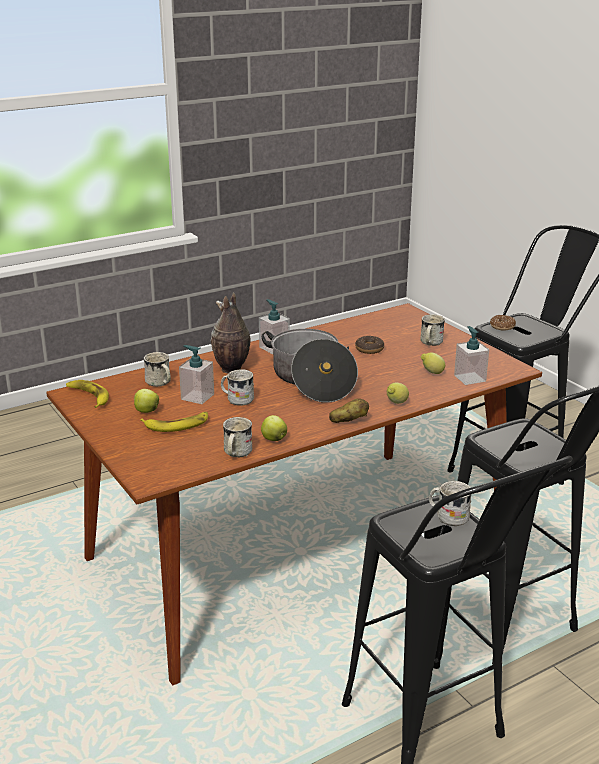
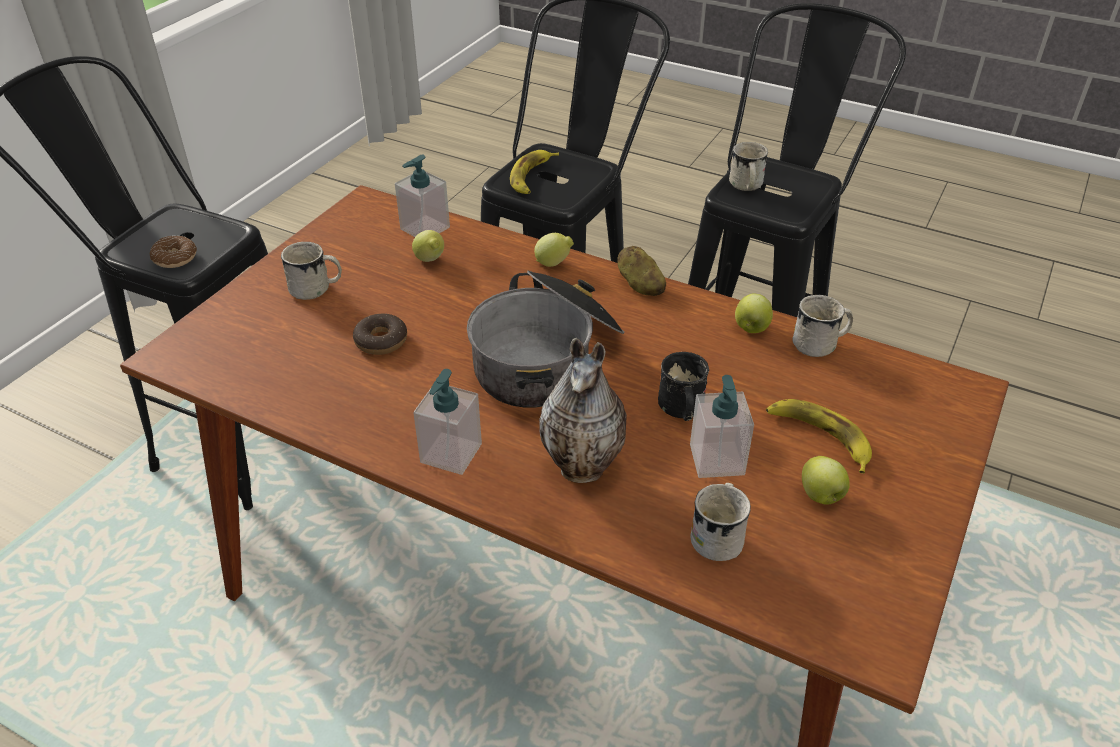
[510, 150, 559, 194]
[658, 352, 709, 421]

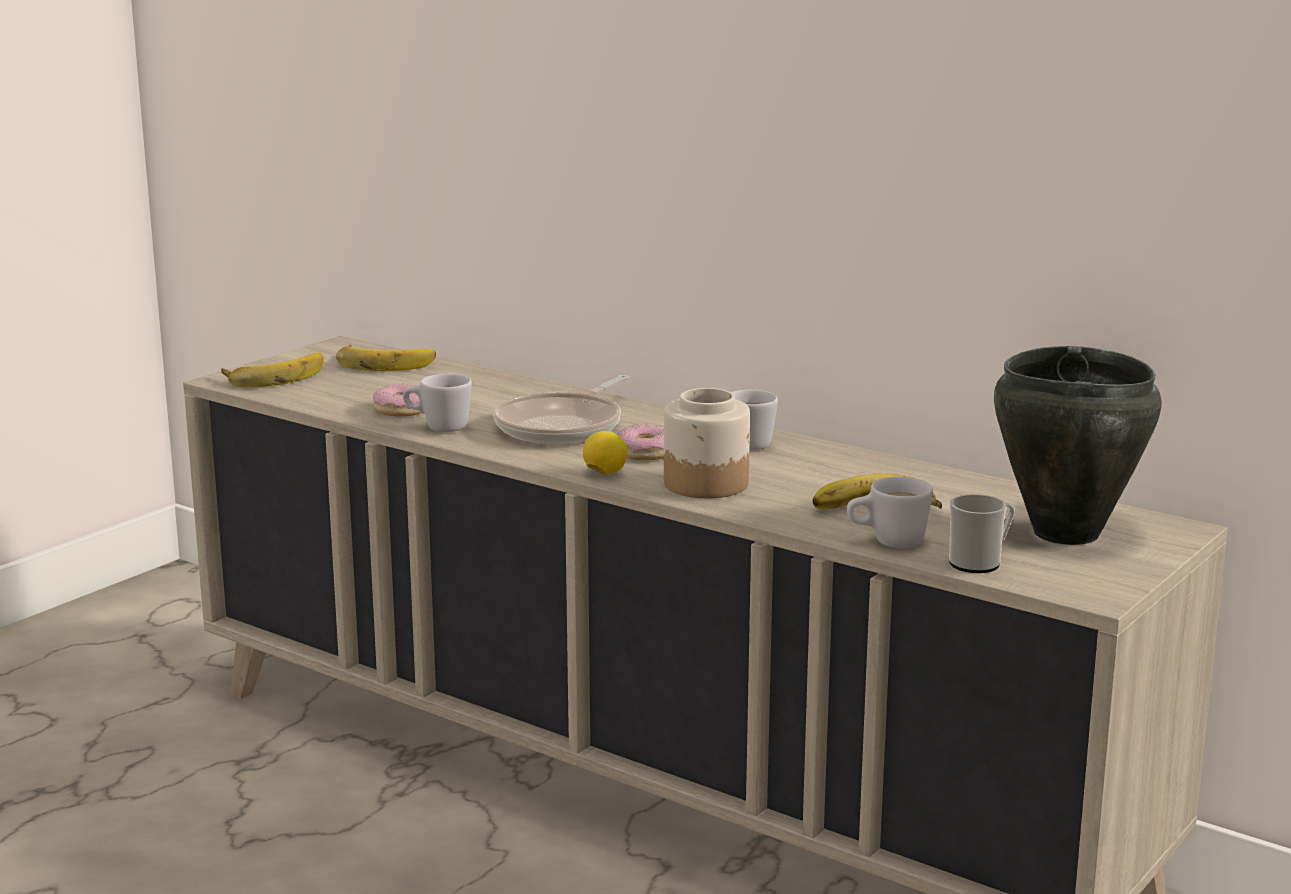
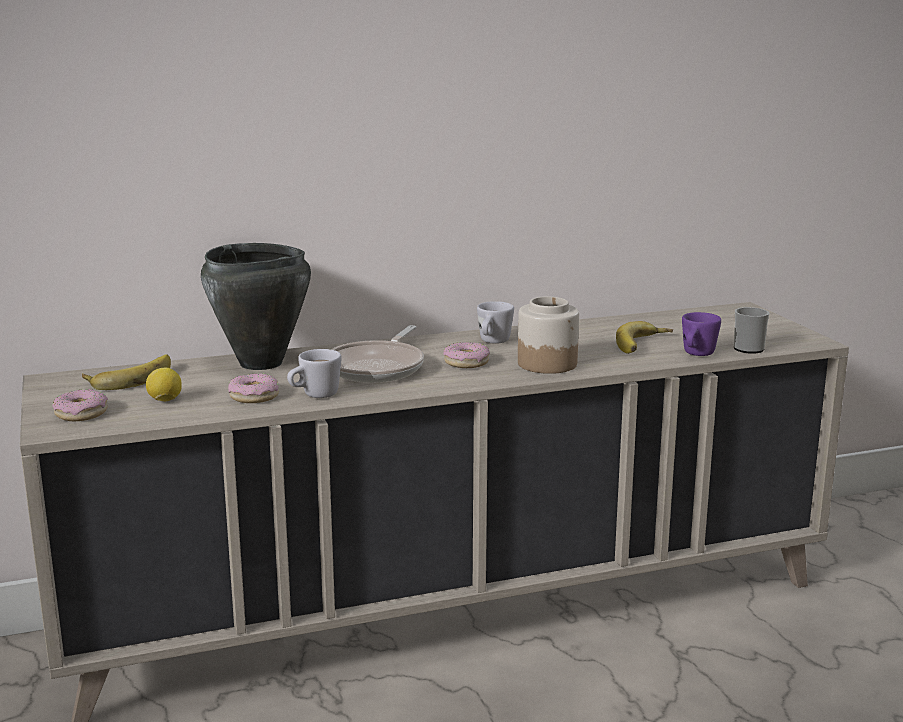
[52, 389, 108, 421]
[331, 325, 424, 383]
[146, 368, 182, 401]
[682, 312, 721, 356]
[201, 243, 311, 370]

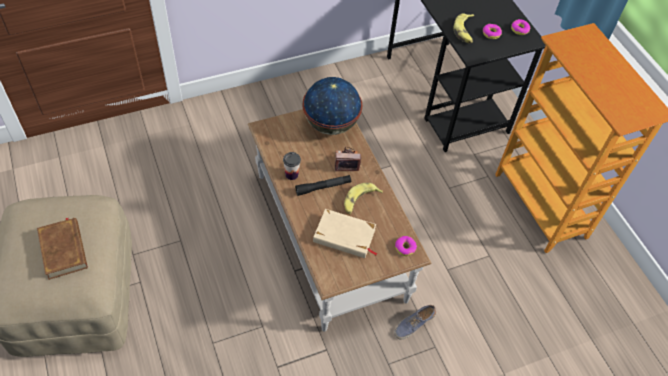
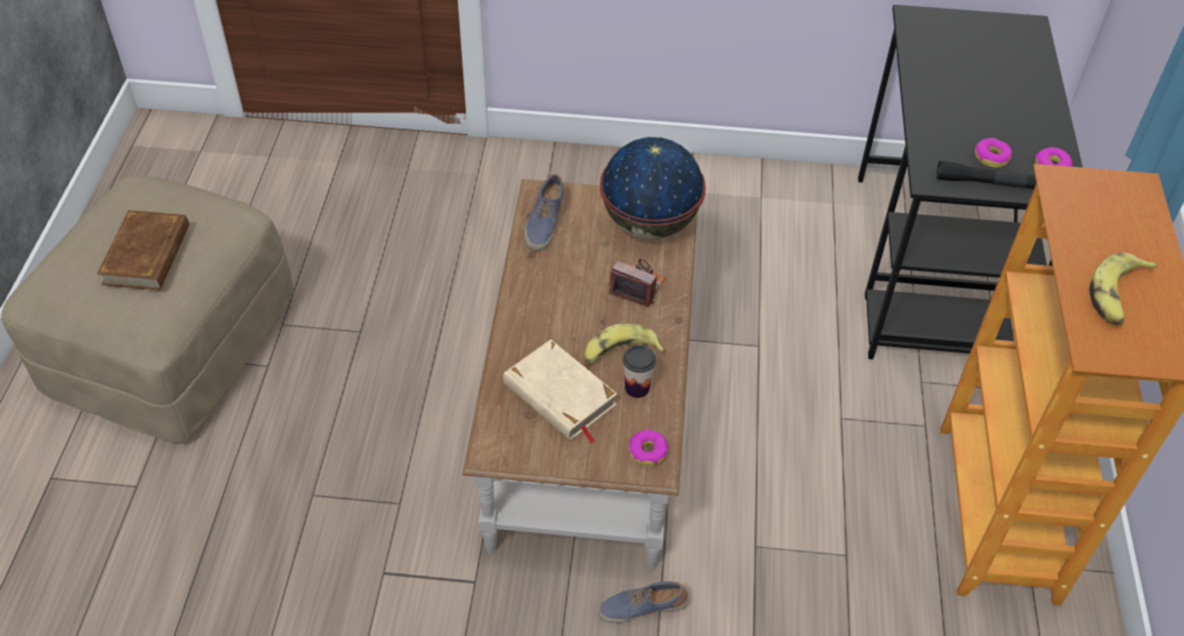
[623, 345, 656, 398]
[936, 161, 1036, 189]
[1089, 253, 1157, 326]
[525, 174, 565, 251]

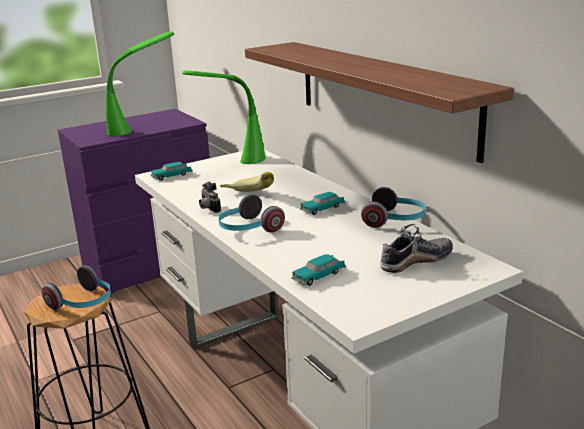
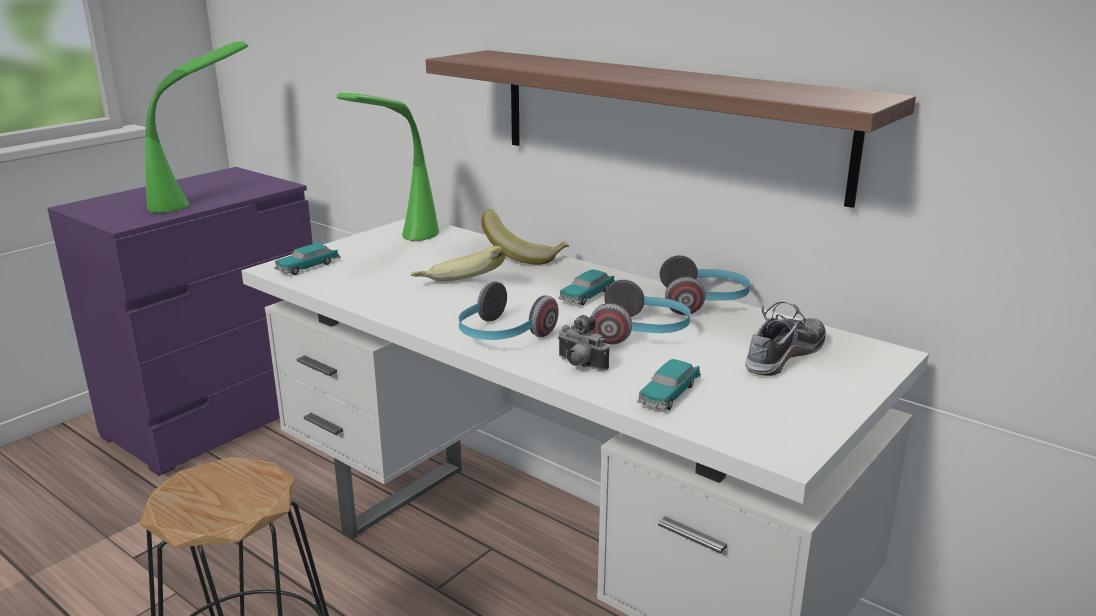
[591, 279, 691, 344]
[558, 315, 609, 371]
[481, 209, 569, 265]

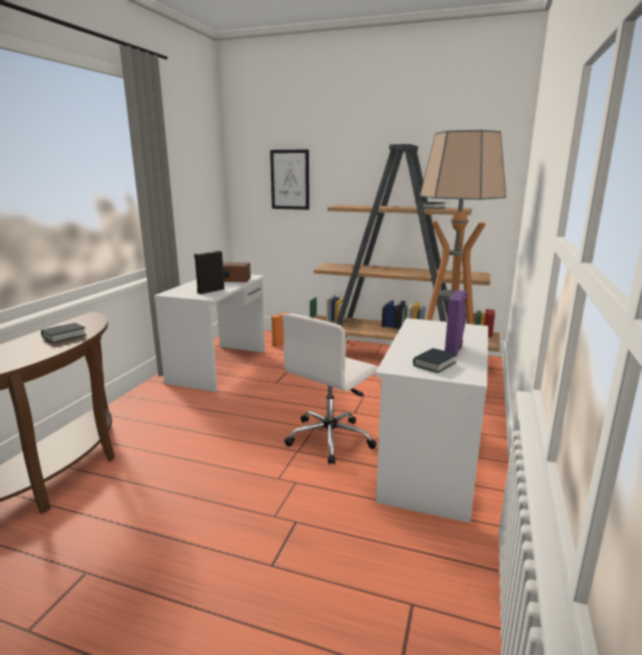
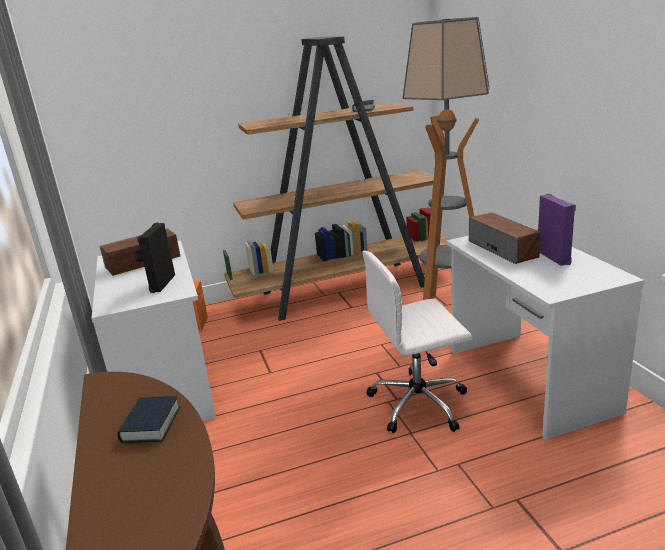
[270, 149, 309, 210] (first image)
[362, 250, 472, 433]
[413, 348, 457, 373] (first image)
[469, 212, 541, 264]

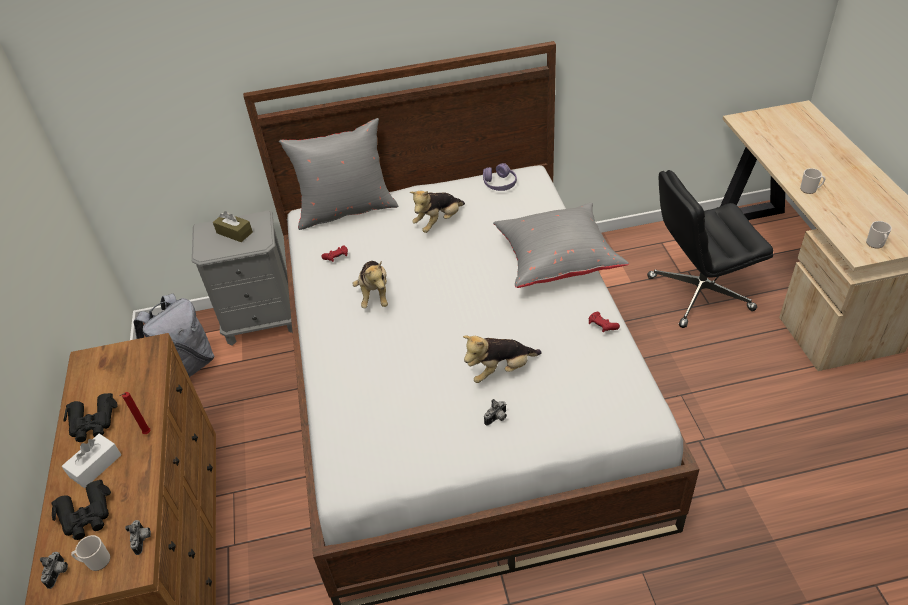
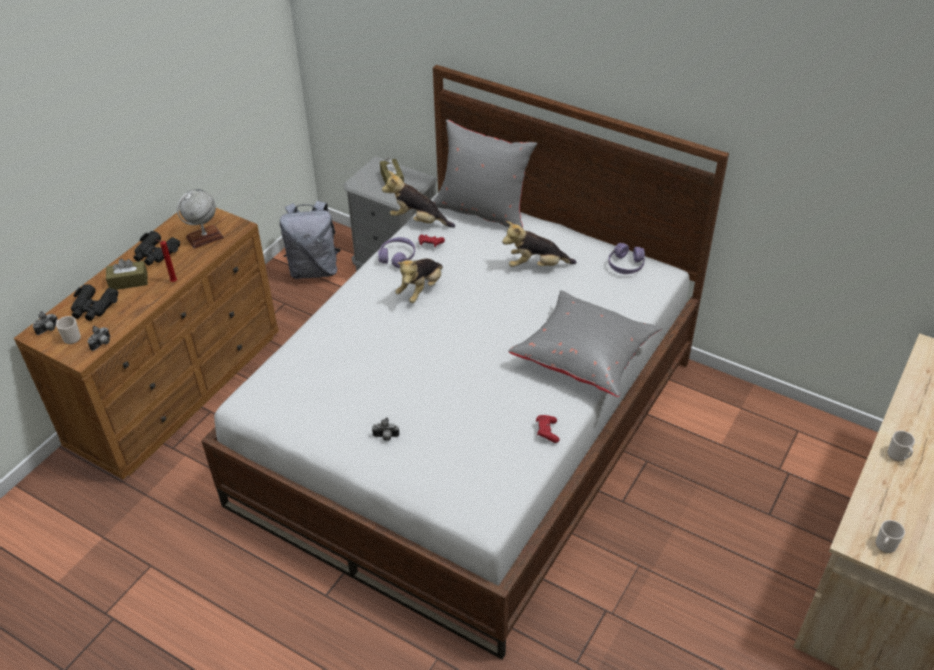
[106, 259, 148, 290]
[382, 171, 455, 228]
[647, 170, 773, 328] (first image)
[177, 189, 224, 249]
[378, 237, 415, 268]

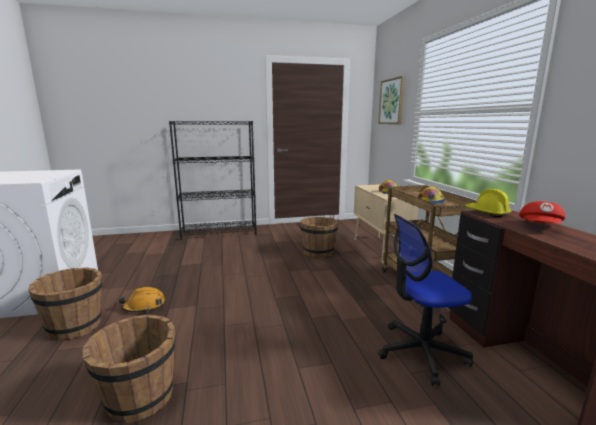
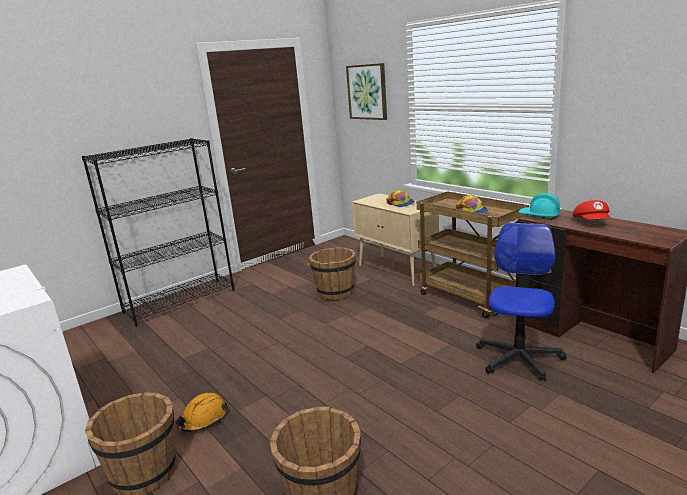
[476, 223, 567, 381]
[519, 193, 561, 220]

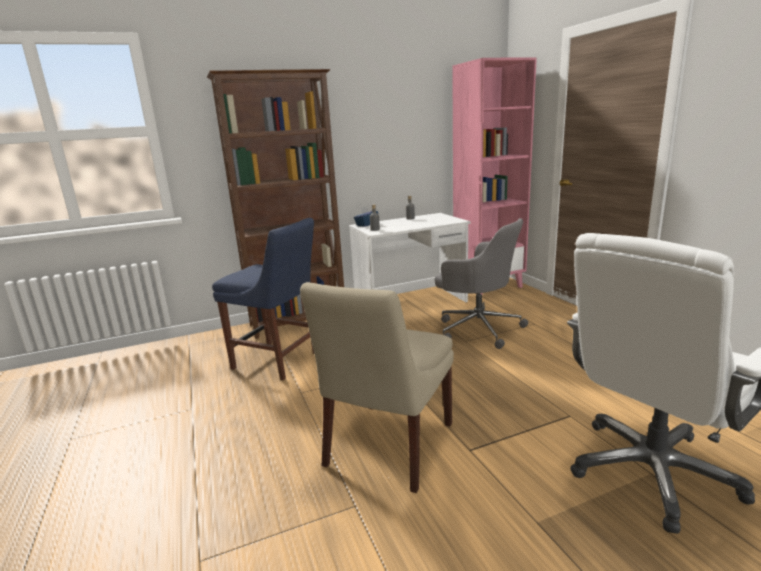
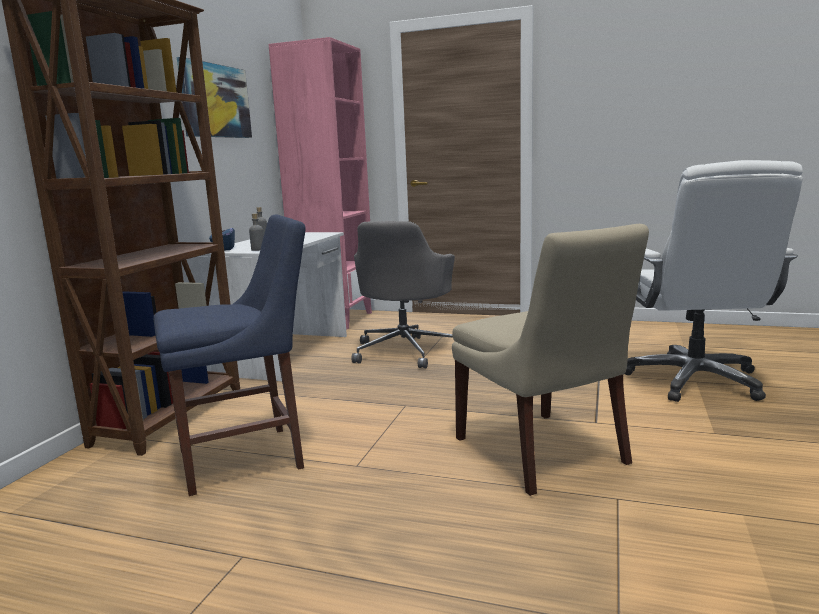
[351, 221, 455, 368]
[177, 57, 252, 138]

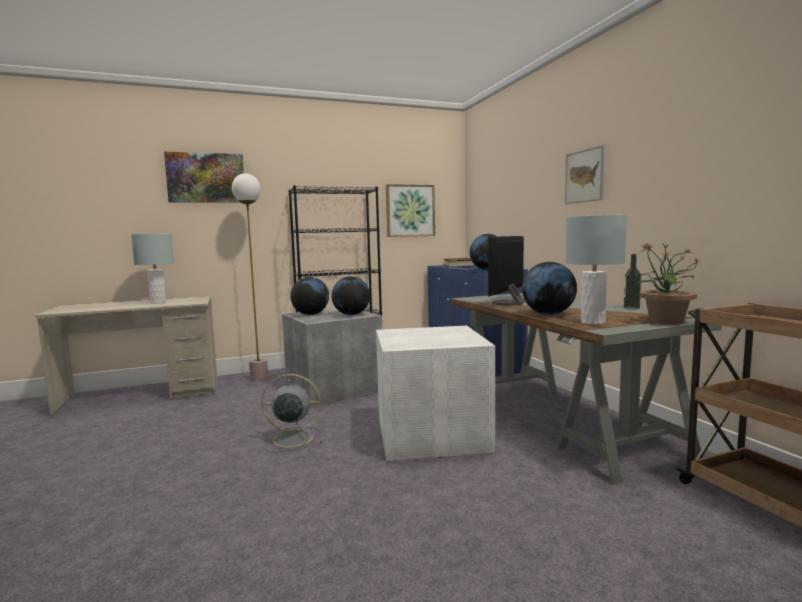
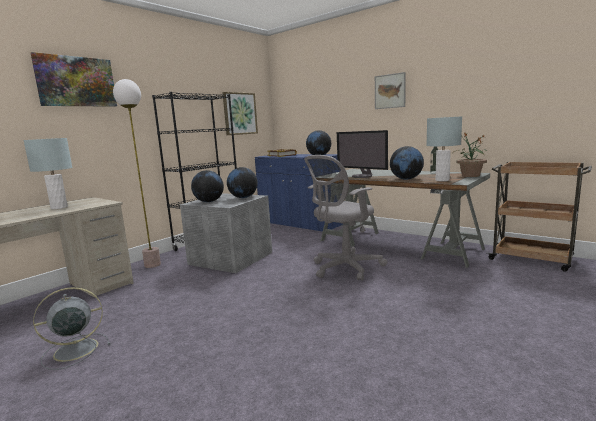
[33, 287, 110, 370]
[304, 155, 388, 281]
[337, 130, 388, 178]

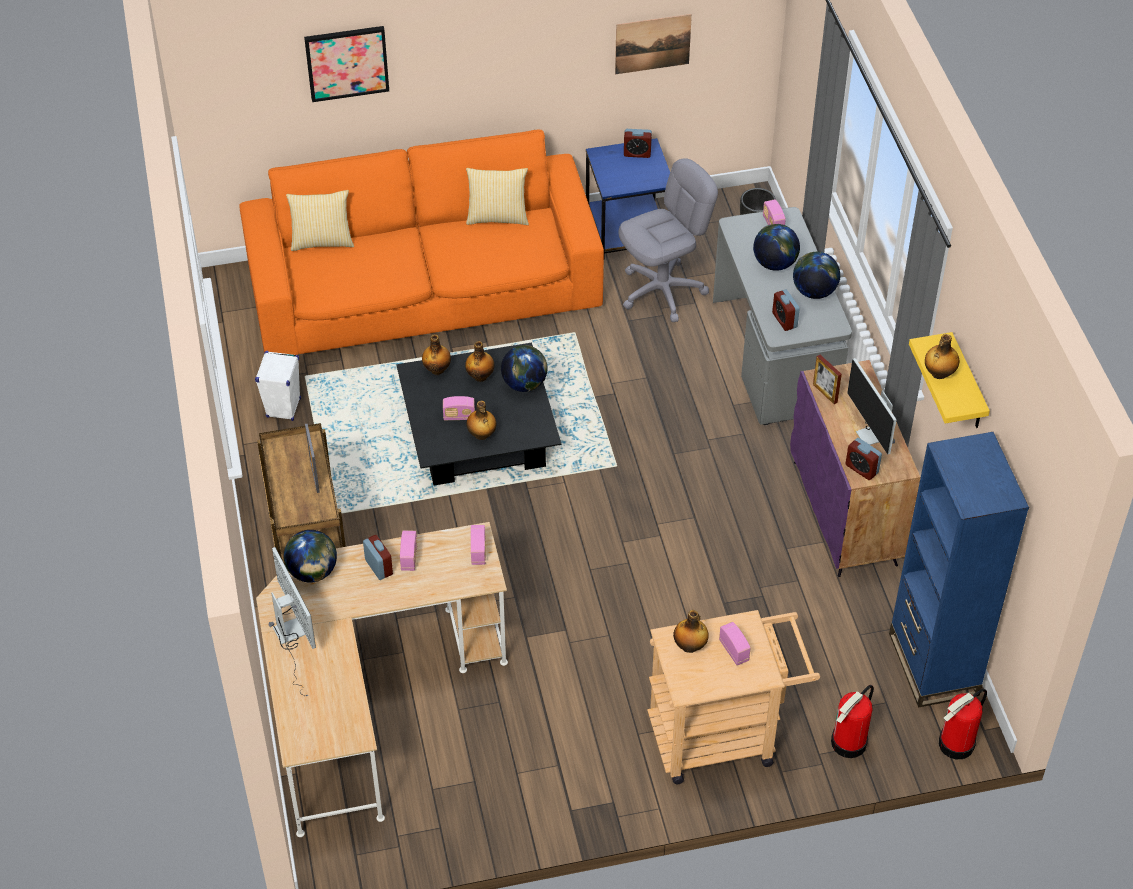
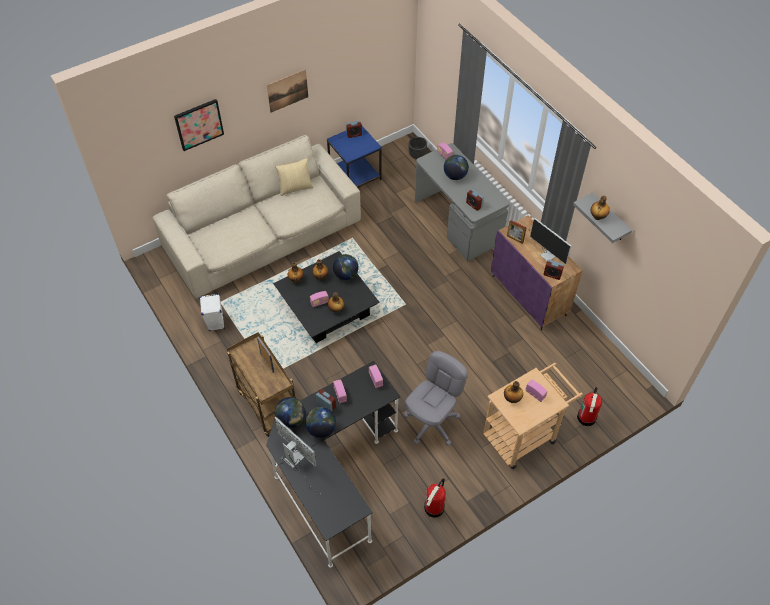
[152, 135, 361, 298]
[266, 361, 400, 568]
[286, 190, 354, 251] (first image)
[267, 69, 308, 113]
[404, 351, 468, 446]
[305, 407, 336, 438]
[889, 432, 1029, 707] (first image)
[573, 193, 632, 243]
[424, 478, 446, 517]

